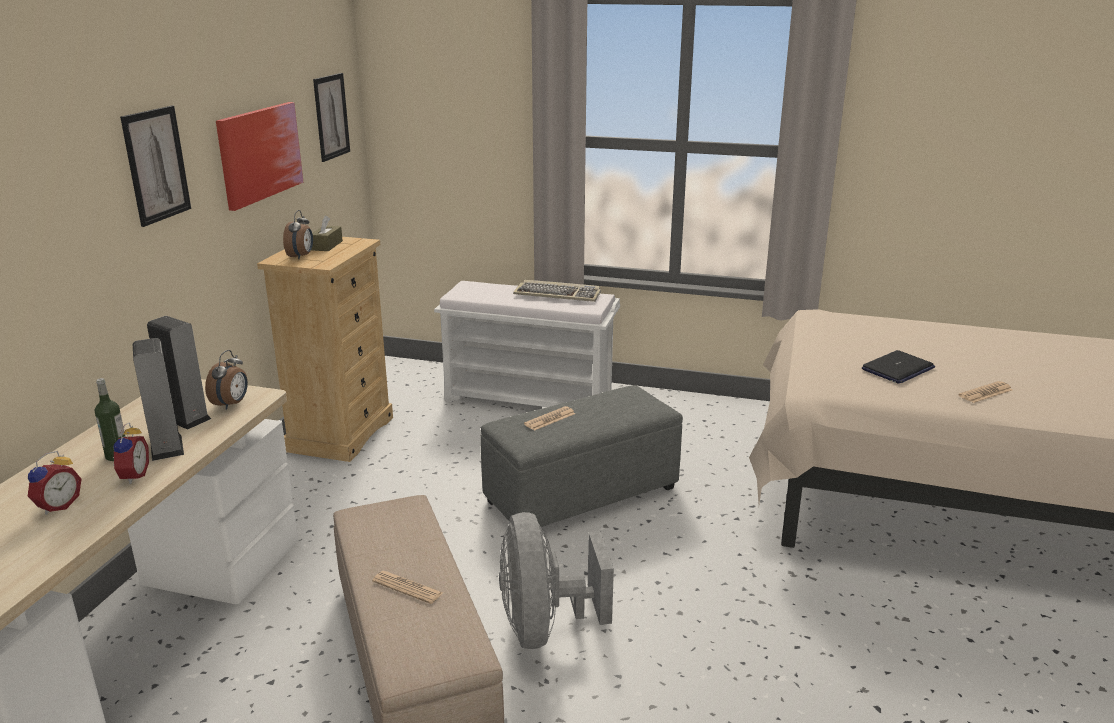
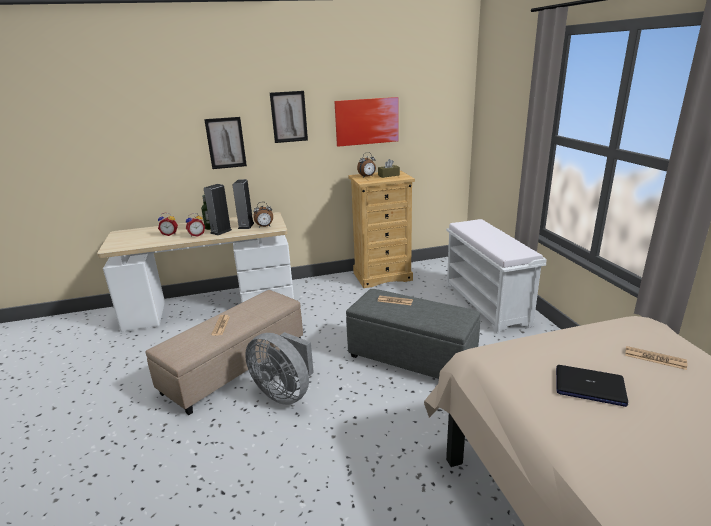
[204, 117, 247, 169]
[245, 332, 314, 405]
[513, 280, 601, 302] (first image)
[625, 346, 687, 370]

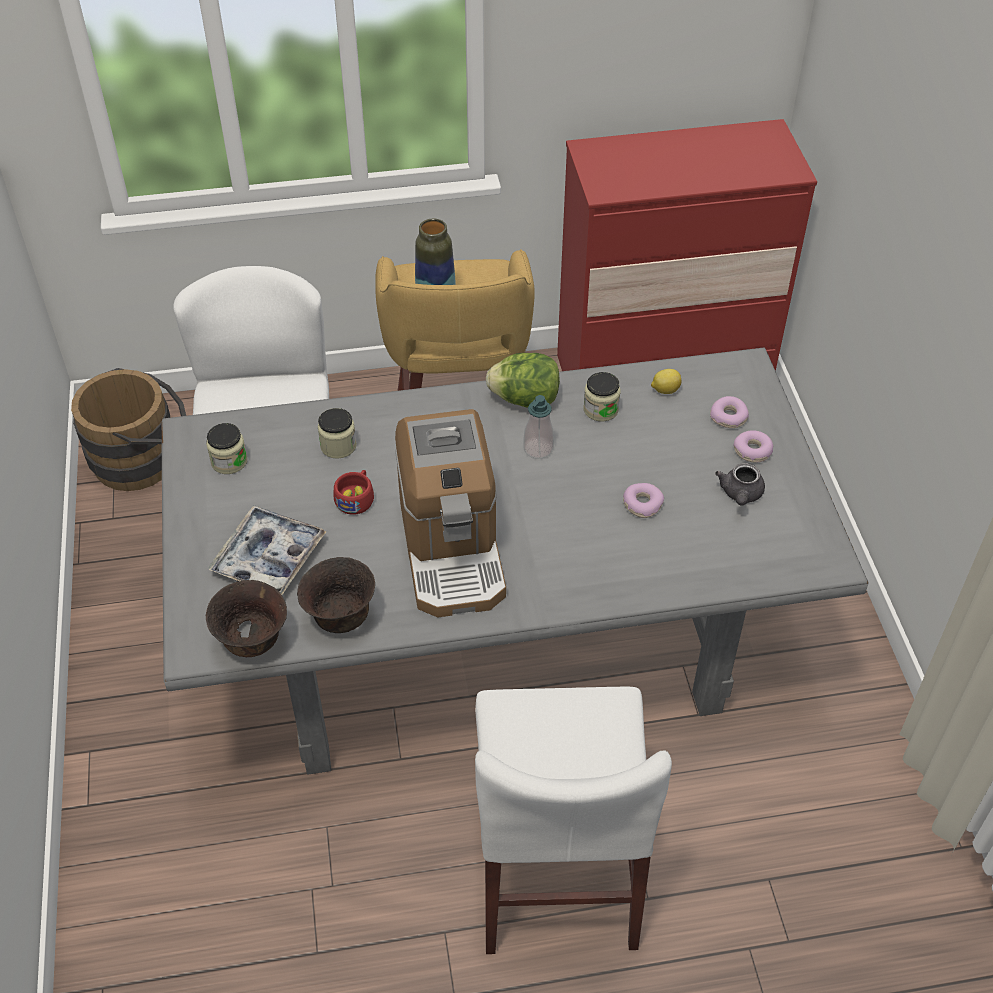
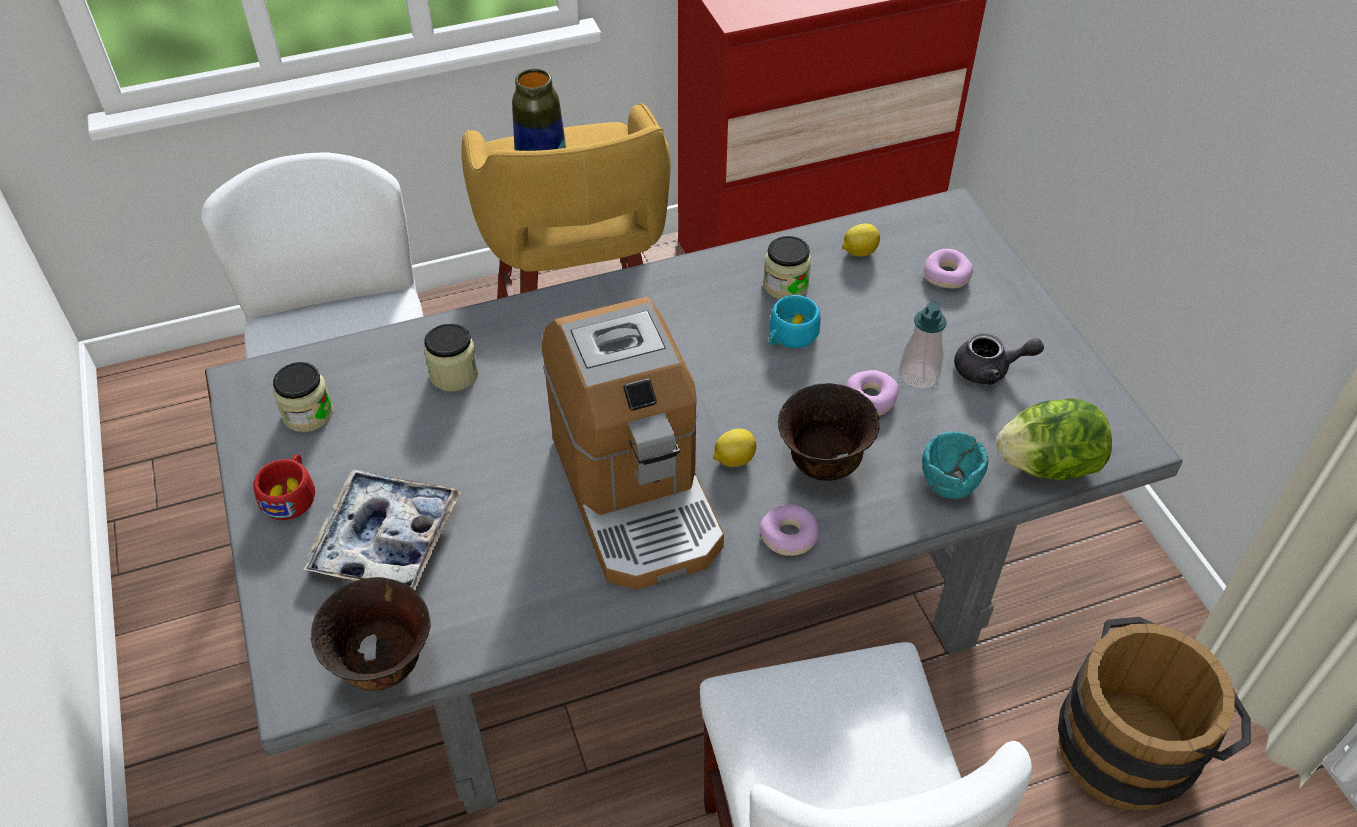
[1058, 617, 1251, 810]
[778, 383, 880, 481]
[253, 454, 315, 520]
[996, 398, 1112, 481]
[899, 302, 947, 389]
[954, 333, 1044, 385]
[760, 504, 819, 556]
[713, 429, 756, 467]
[769, 295, 820, 348]
[922, 432, 988, 499]

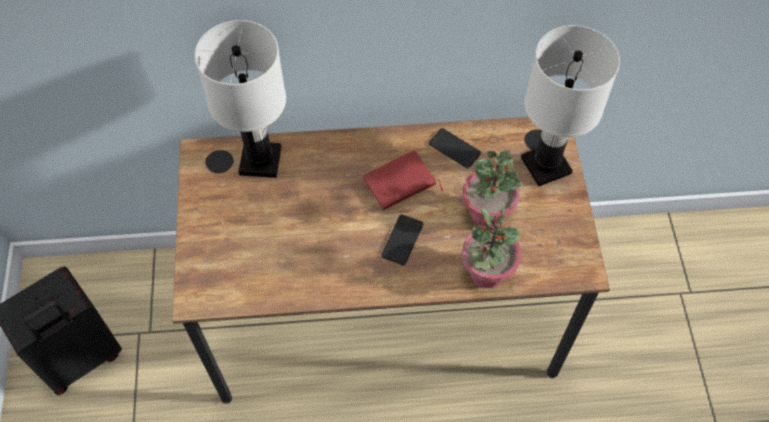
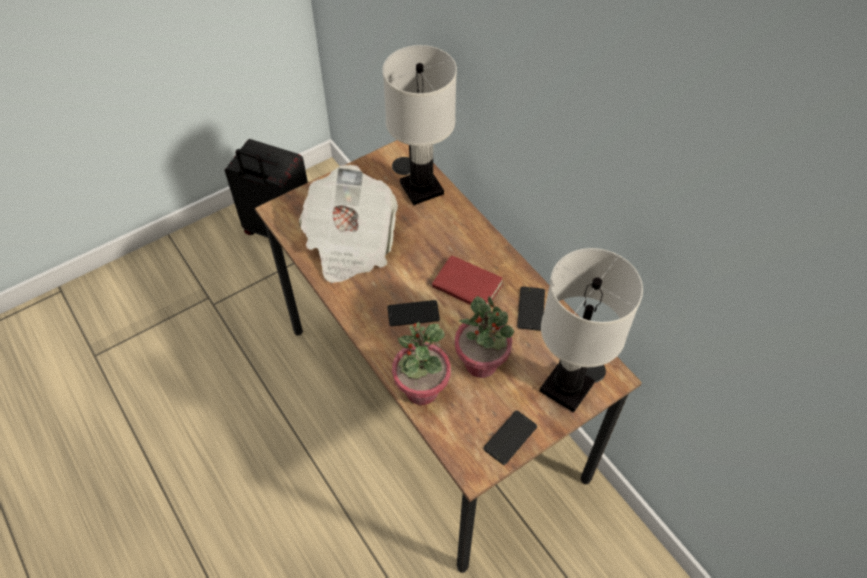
[299, 165, 398, 283]
[483, 411, 537, 465]

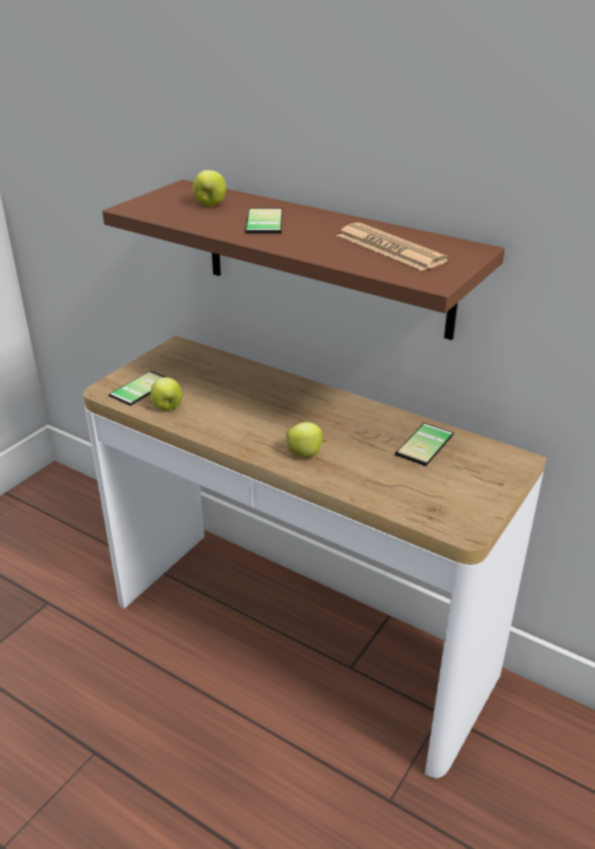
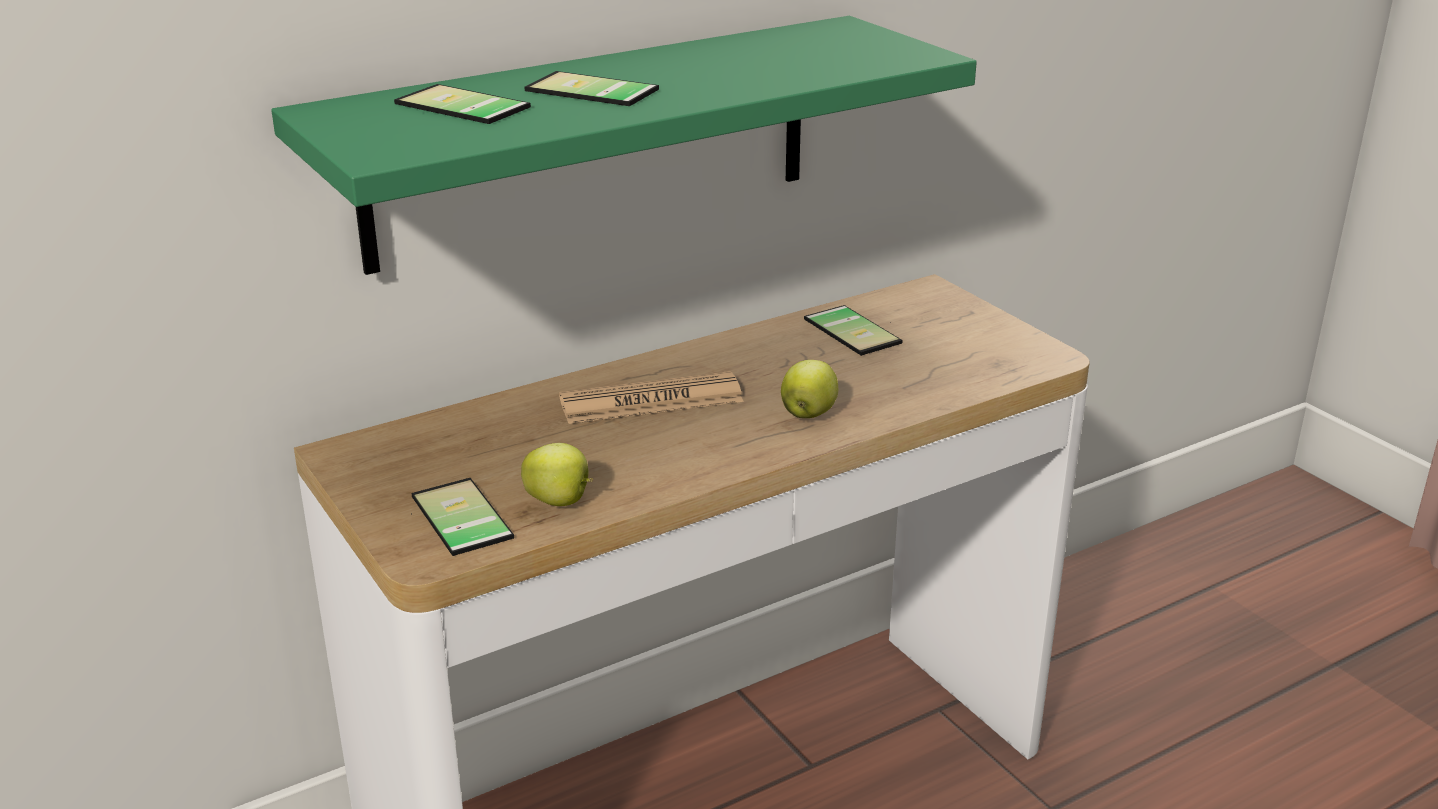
[271, 16, 977, 275]
[394, 84, 531, 124]
[559, 371, 744, 424]

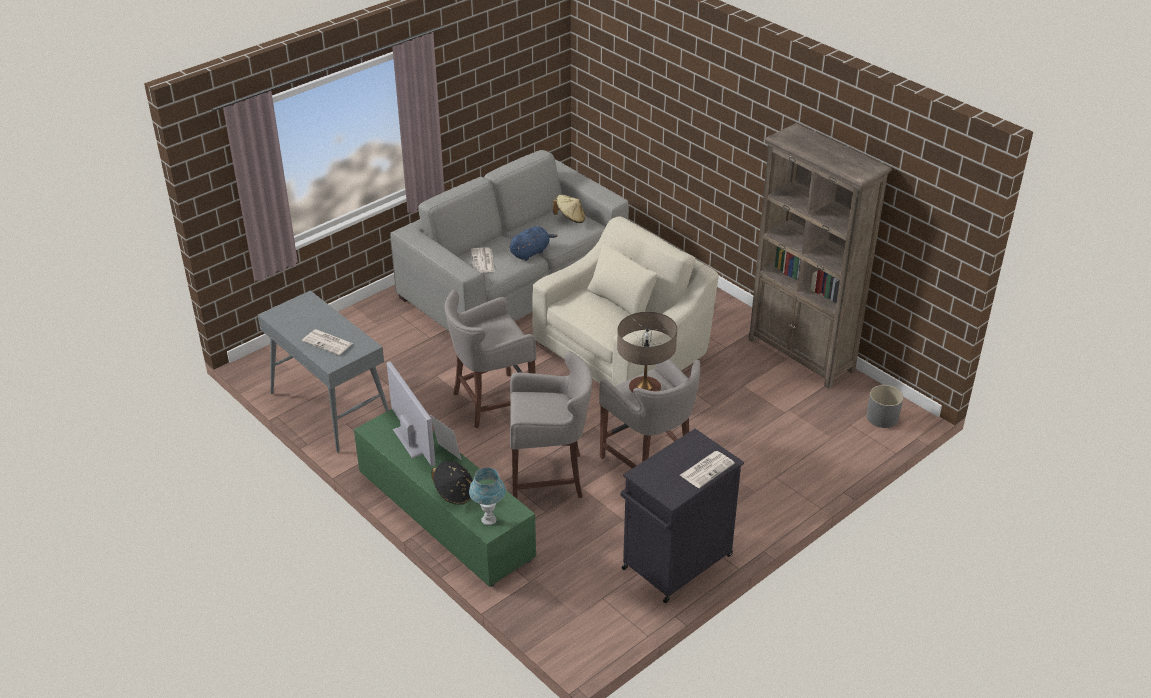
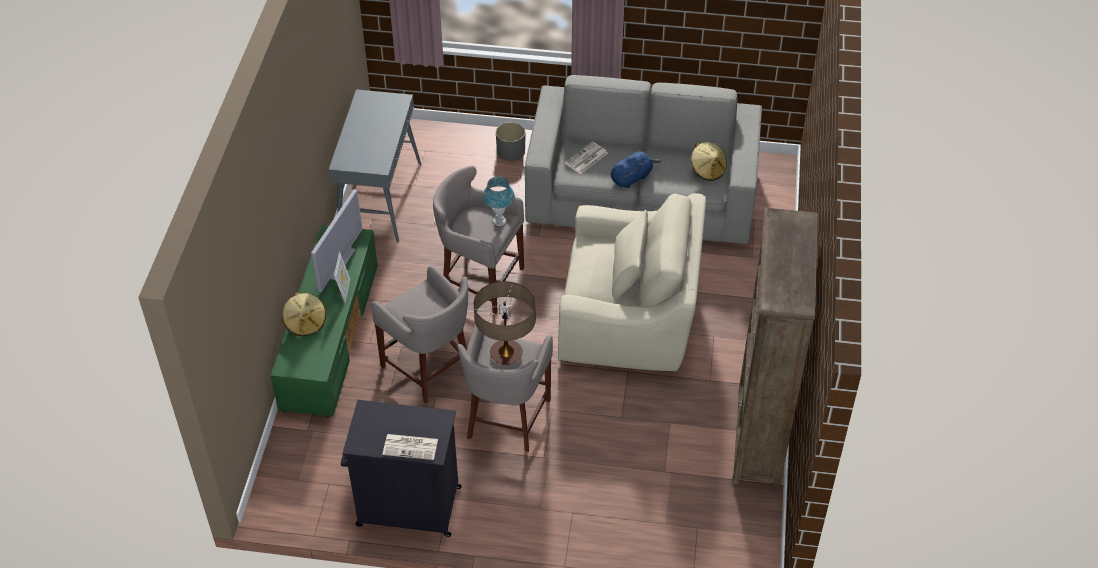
[302, 329, 353, 355] (first image)
[282, 292, 326, 336]
[483, 176, 515, 226]
[611, 151, 662, 188]
[496, 122, 525, 161]

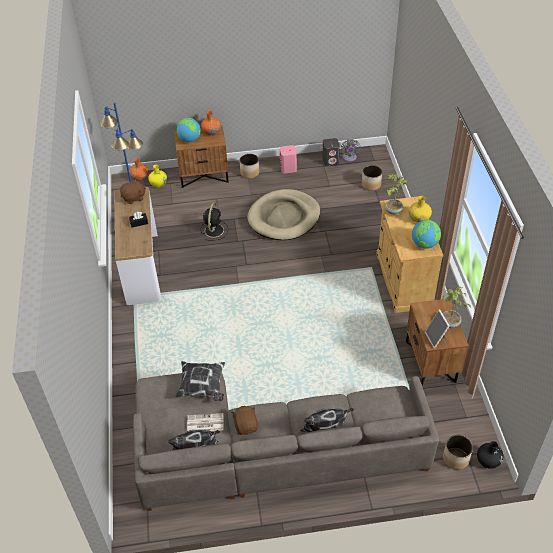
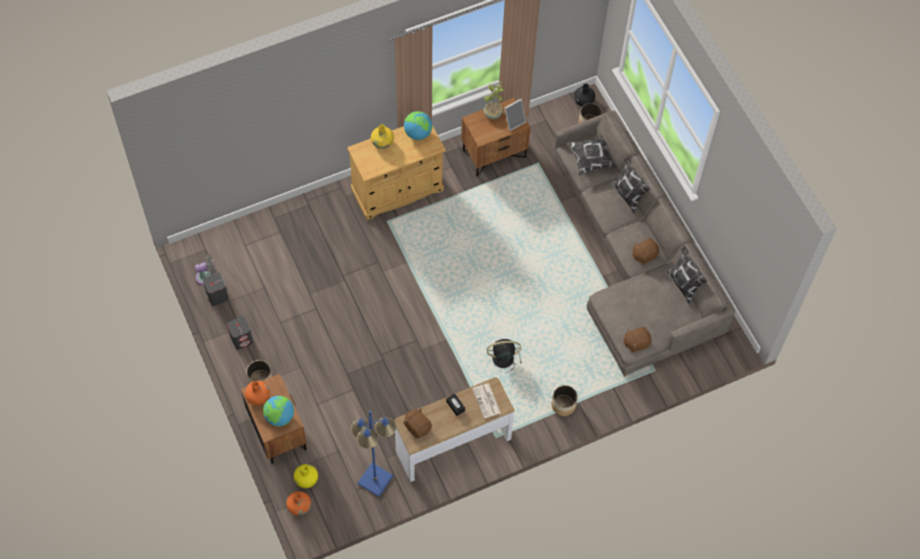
[568, 135, 617, 176]
[472, 383, 501, 418]
[487, 339, 522, 373]
[247, 189, 320, 240] (first image)
[227, 316, 253, 350]
[552, 385, 578, 416]
[384, 174, 407, 215] (first image)
[623, 327, 652, 353]

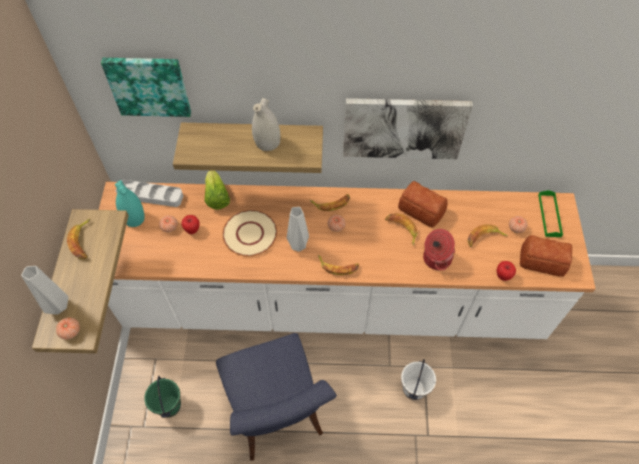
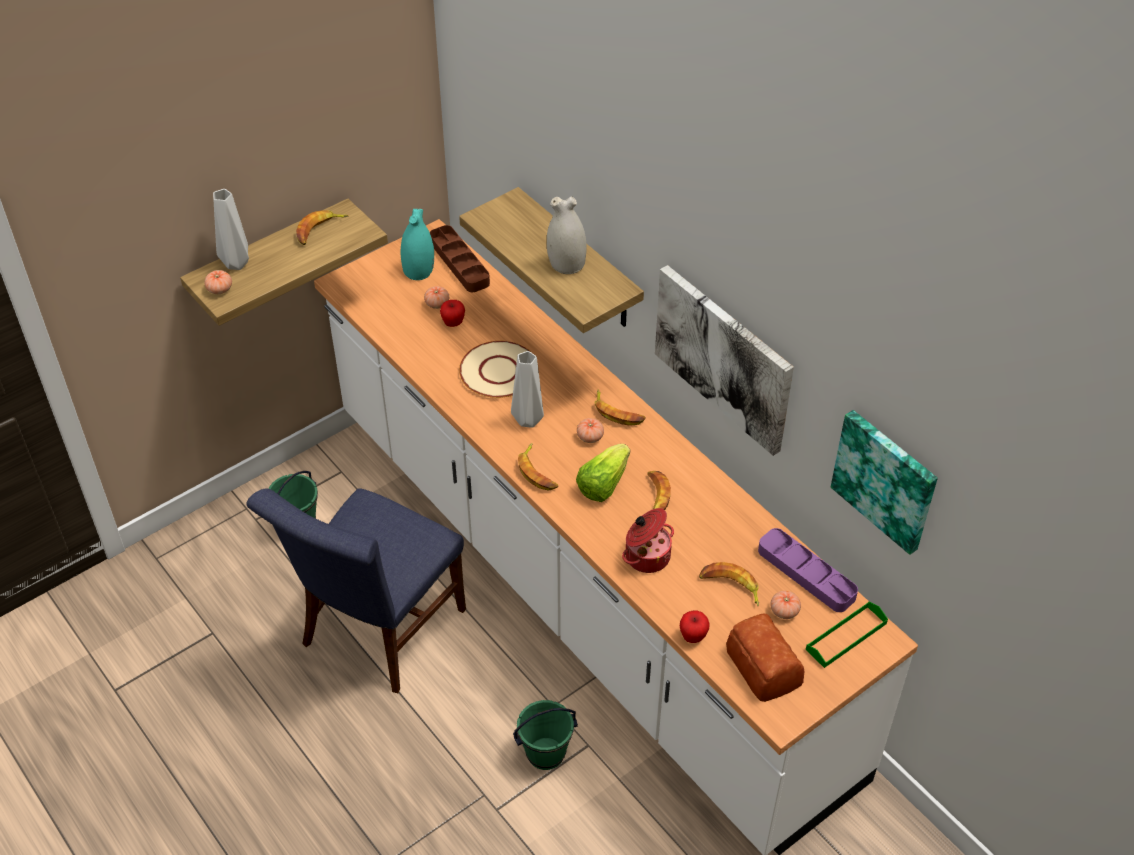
[831, 410, 938, 555]
[430, 225, 490, 292]
[576, 444, 630, 502]
[398, 181, 448, 227] (first image)
[513, 700, 578, 770]
[758, 528, 858, 612]

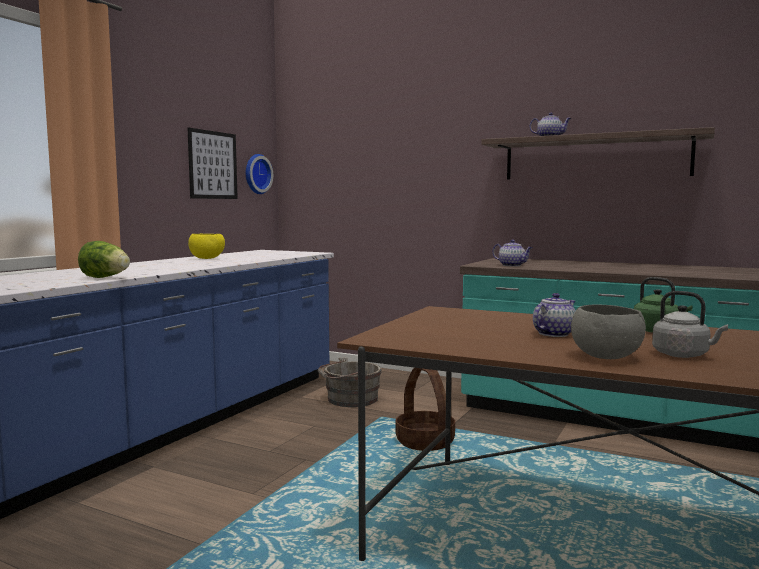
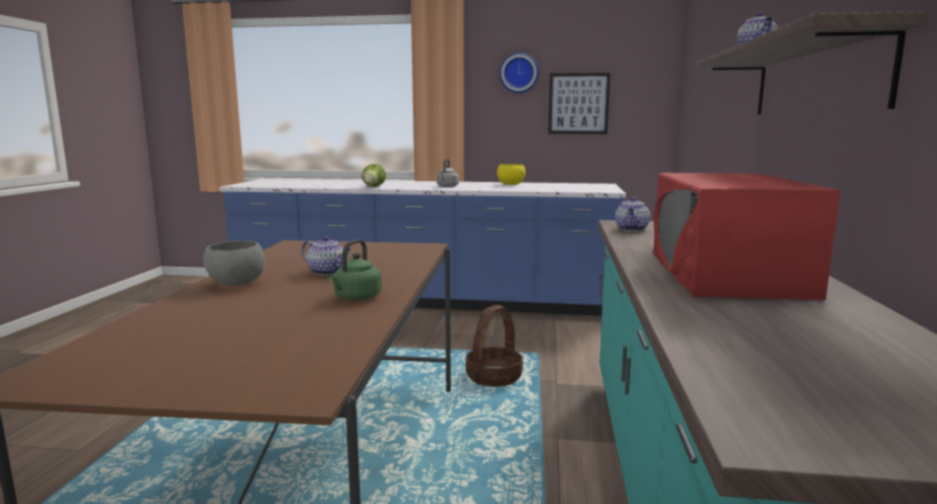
[500, 53, 539, 93]
[318, 357, 382, 407] (first image)
[437, 159, 459, 187]
[653, 173, 840, 300]

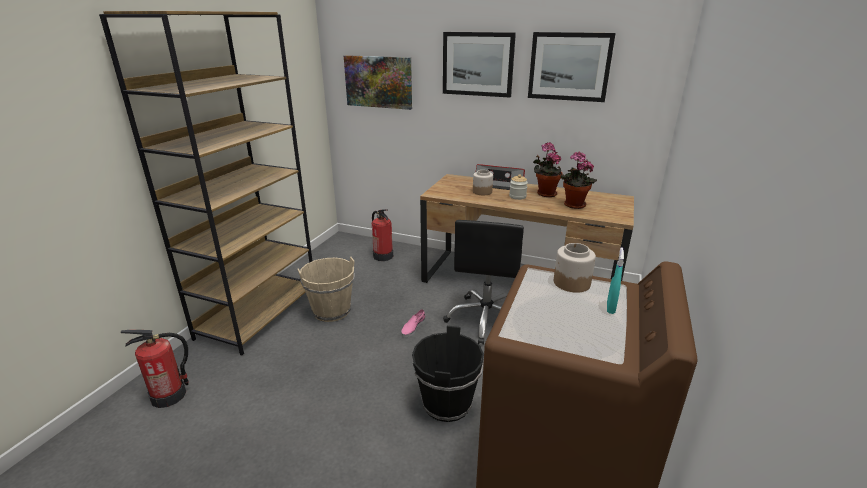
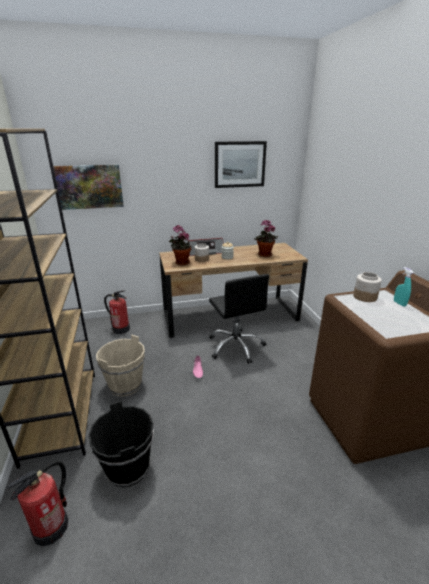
[88, 401, 154, 487]
[443, 32, 516, 98] (first image)
[169, 225, 191, 265]

